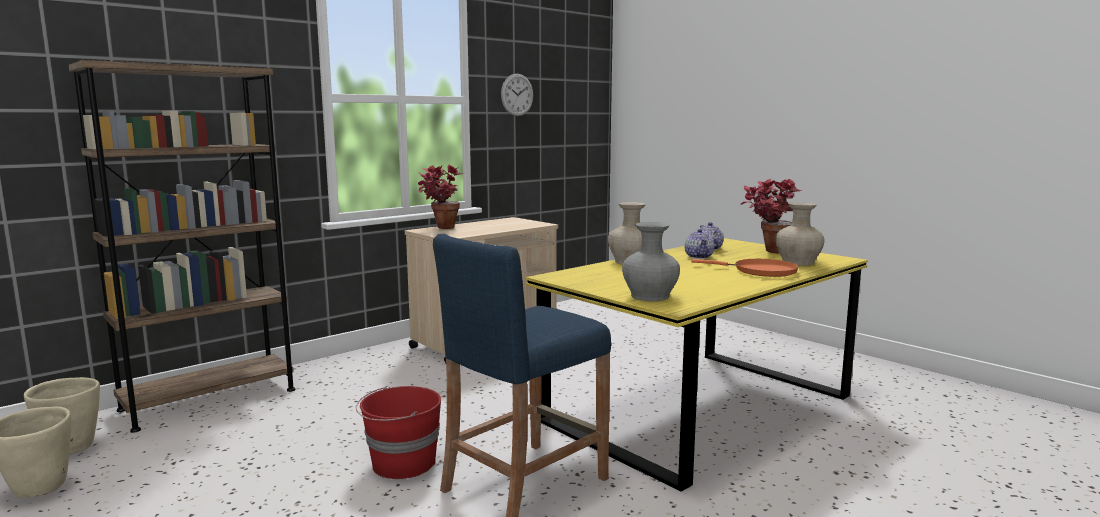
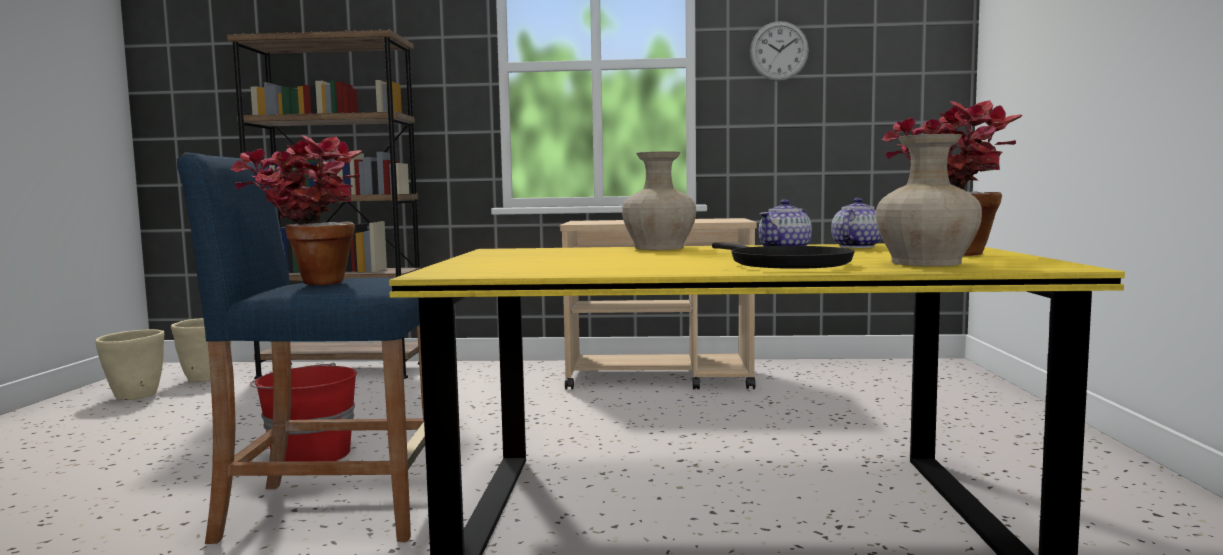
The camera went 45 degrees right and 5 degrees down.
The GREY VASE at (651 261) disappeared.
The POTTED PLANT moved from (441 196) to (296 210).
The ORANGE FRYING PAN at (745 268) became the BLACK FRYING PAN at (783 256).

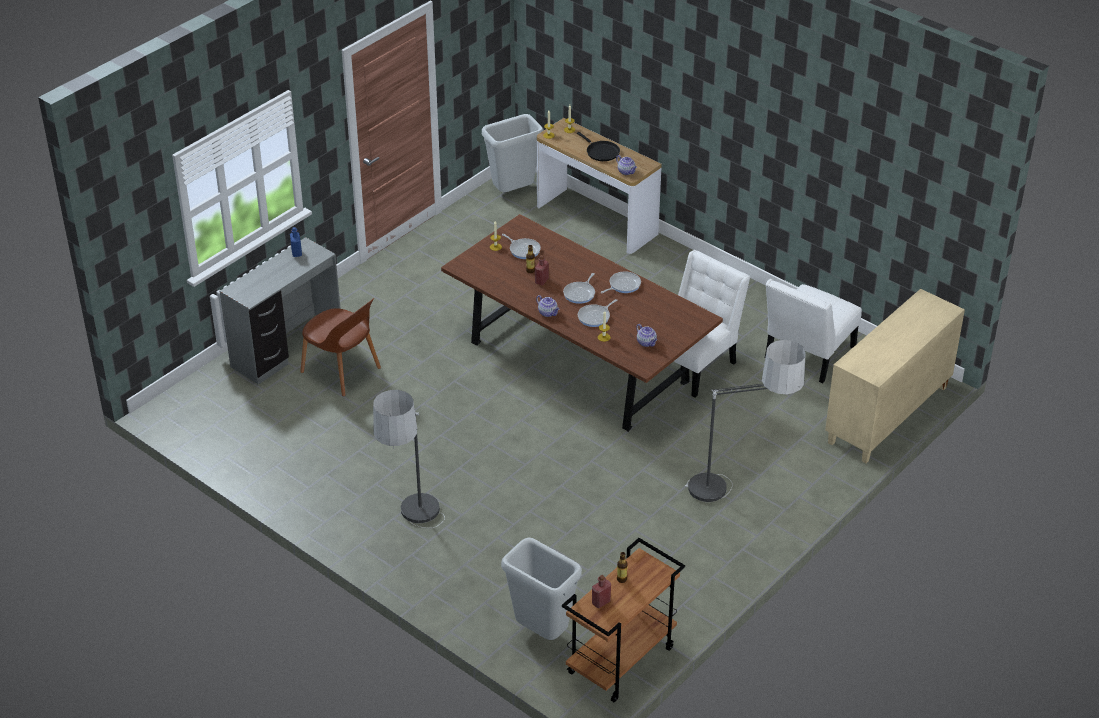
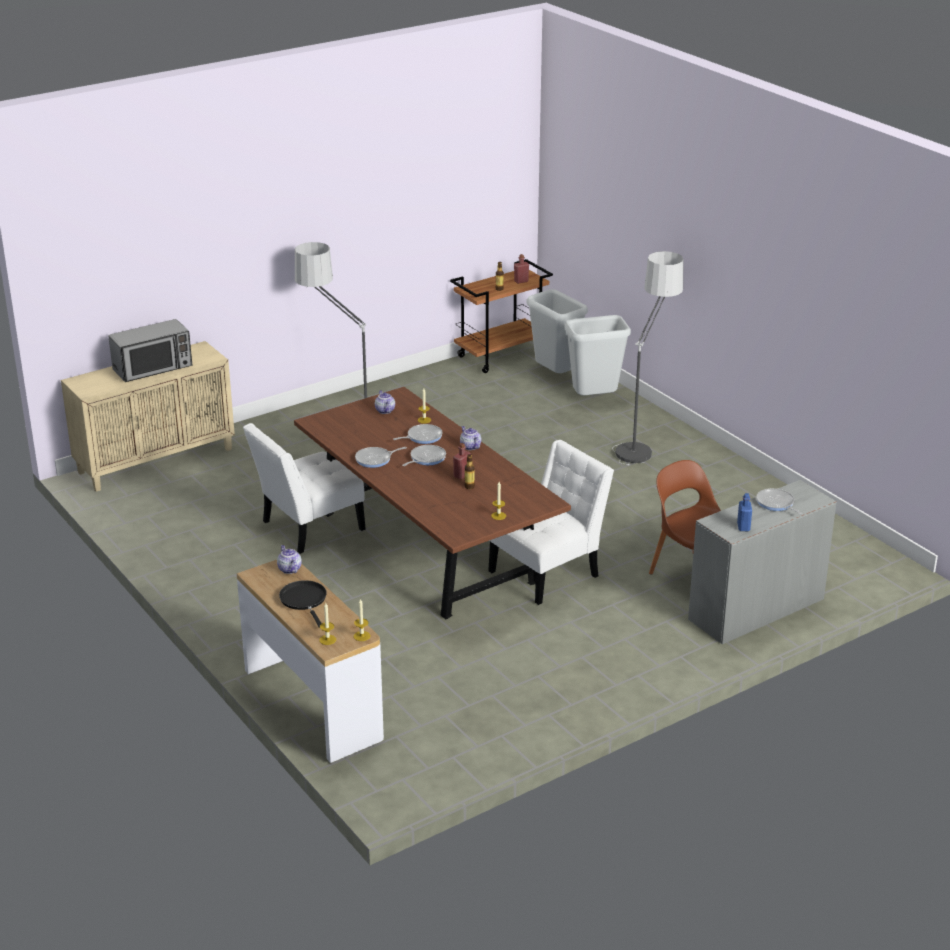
The camera went 165 degrees left and 10 degrees down.
The MICROWAVE at (150 350) appeared.
The GREY TRASH CAN moved from (513 153) to (597 355).
The FRYING PAN moved from (521 246) to (779 501).
The WHITE CHAIR moved from (813 331) to (551 522).

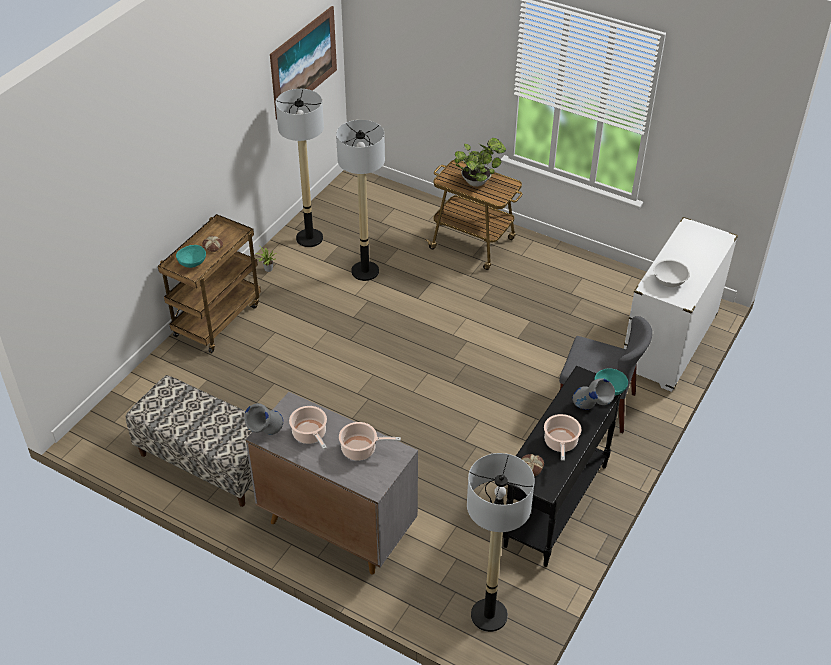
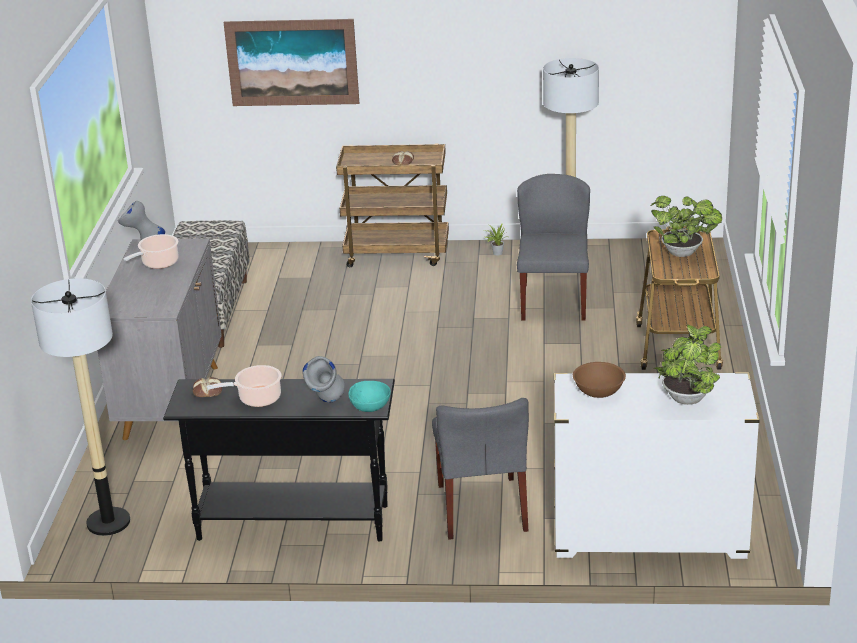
The camera went 65 degrees right and 15 degrees down.
The TURQUOISE BOWL at (191 256) disappeared.
The COOKING POT at (370 441) disappeared.
The POTTED PLANT at (687 365) appeared.
The PICTURE moved from (303 63) to (291 62).
The FLOOR LAMP at (360 200) was replaced by the GREY CHAIR at (553 247).
The WHITE BOWL at (671 273) became the BROWN BOWL at (599 380).

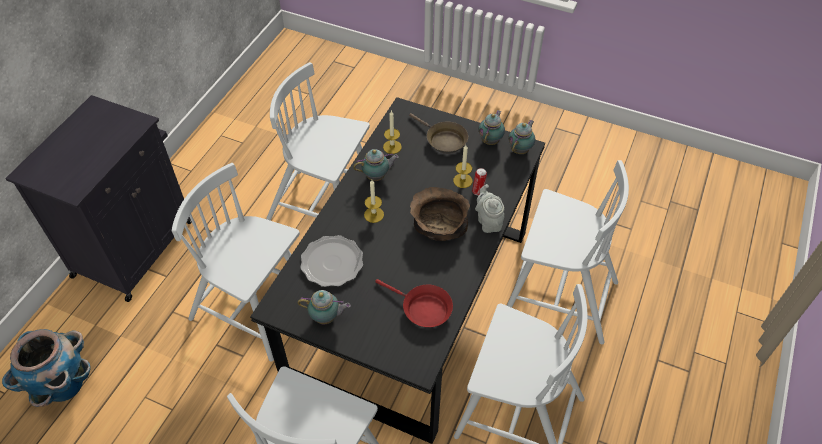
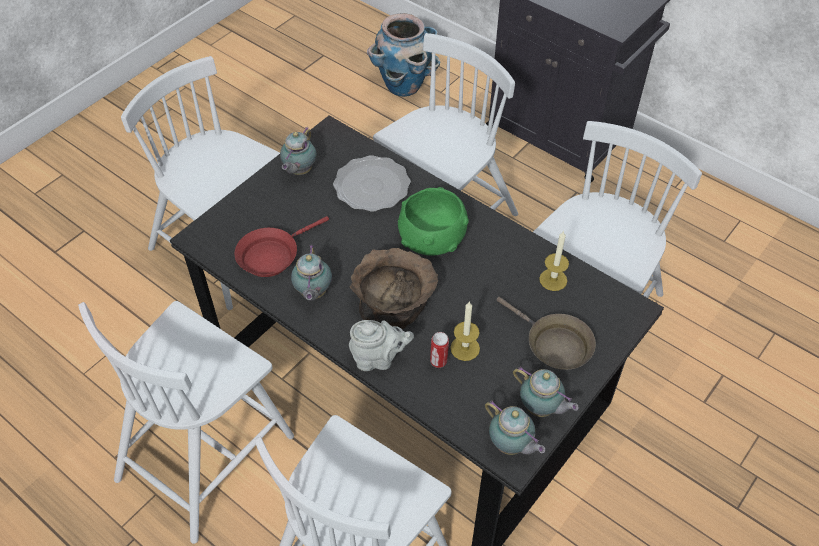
The camera went 105 degrees right and 0 degrees up.
The TEAPOT moved from (376 165) to (311 272).
The CANDLE at (374 201) was replaced by the GREEN BOWL at (433 221).
The BROWN FRYING PAN at (438 133) turned 105 degrees counterclockwise.

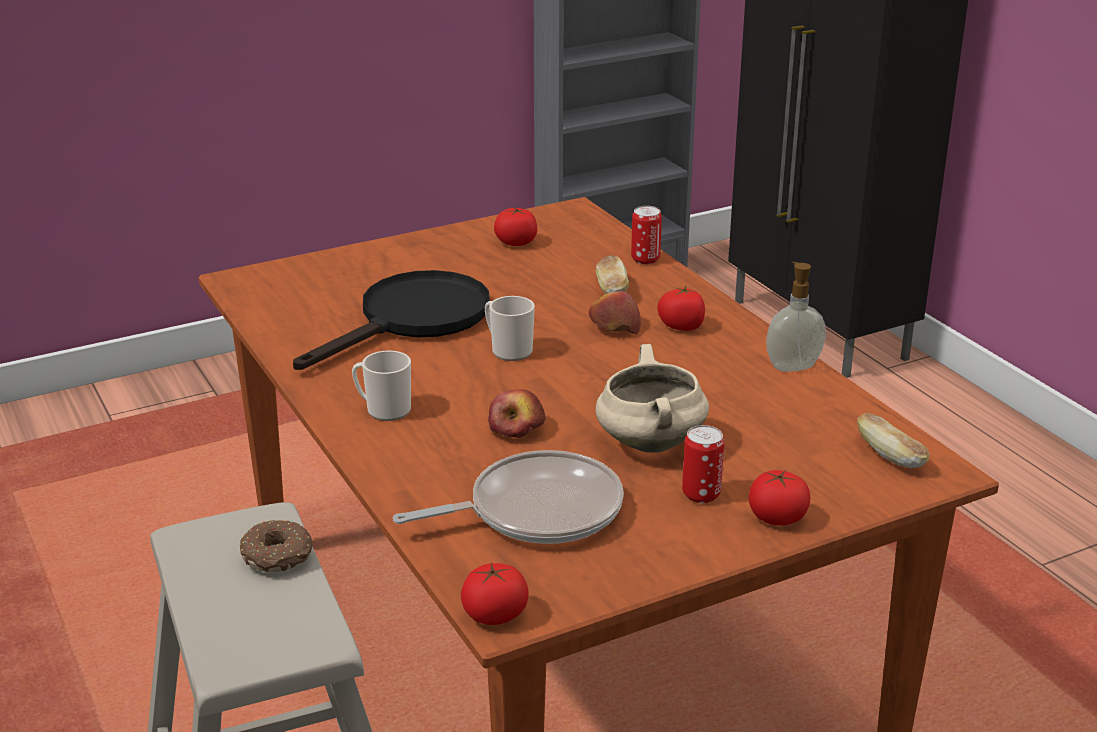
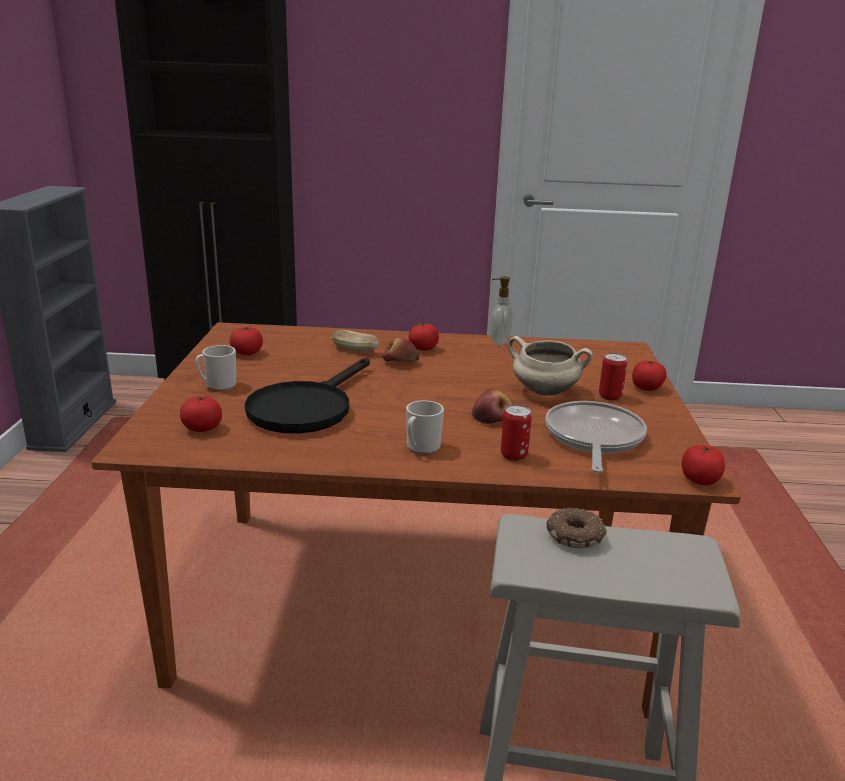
The camera went 60 degrees left and 5 degrees down.
The BREAD at (893 440) disappeared.
The TOMATO at (201 414) appeared.
The MUG moved from (510 328) to (215 368).
The CAN moved from (646 235) to (516 433).
The BLACK FRYING PAN at (391 320) turned 135 degrees counterclockwise.

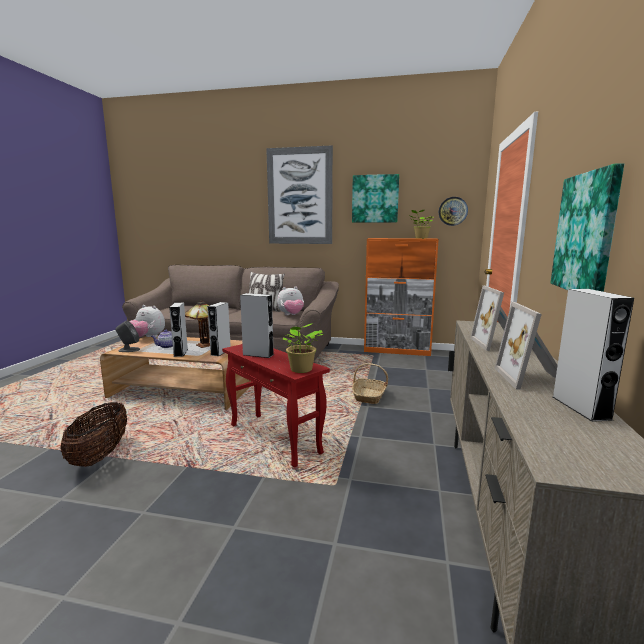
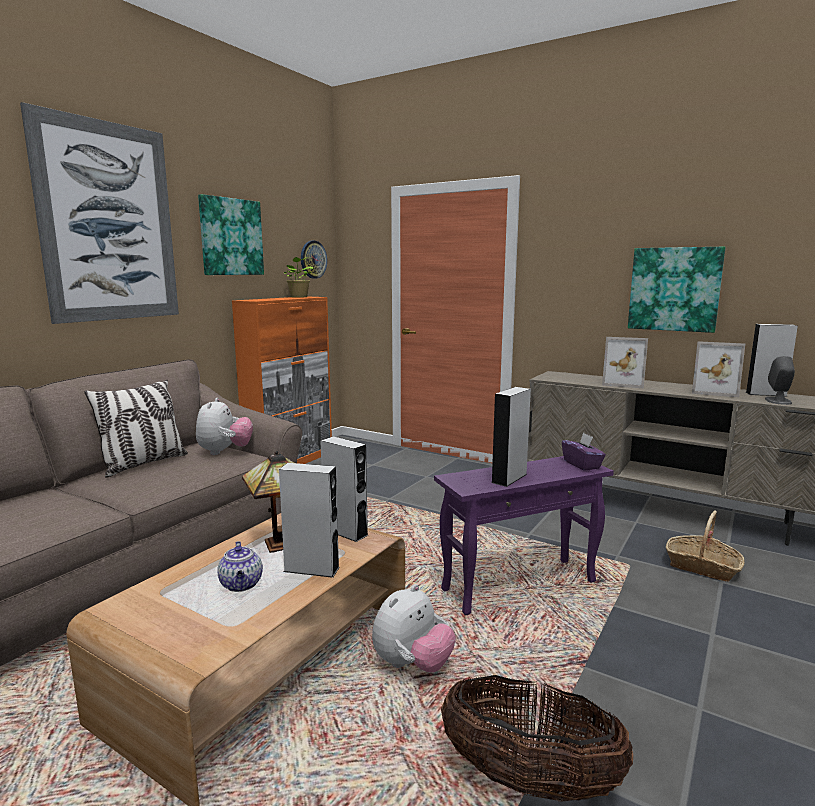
The camera went 70 degrees left and 0 degrees up.
The GREY SPEAKER moved from (128 336) to (780 380).
The PLUSH TOY moved from (147 321) to (414 628).
The BASKET moved from (370 383) to (705 546).
The POTTED PLANT at (303 348) was replaced by the PURPLE TISSUE BOX at (584 452).
The RED SIDE TABLE at (276 406) became the PURPLE SIDE TABLE at (524 535).

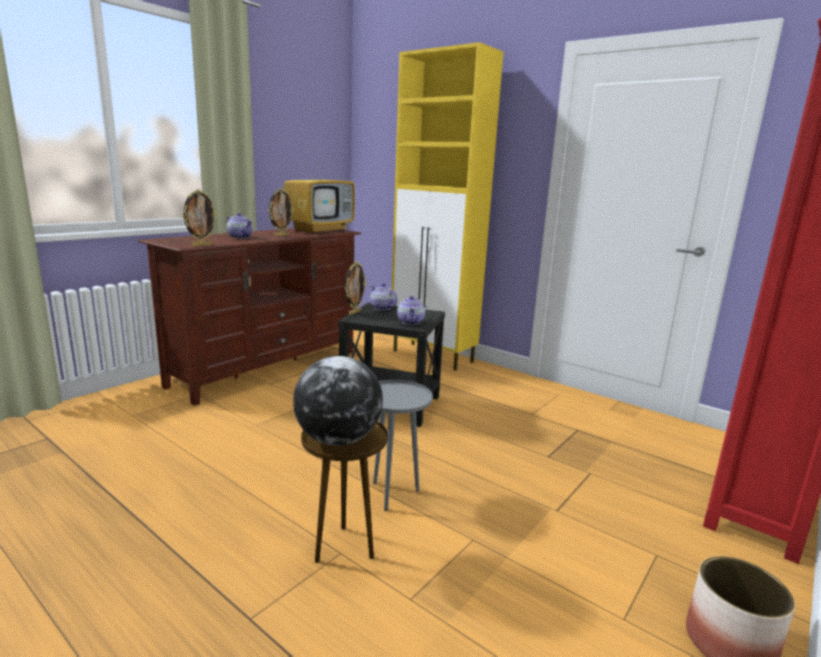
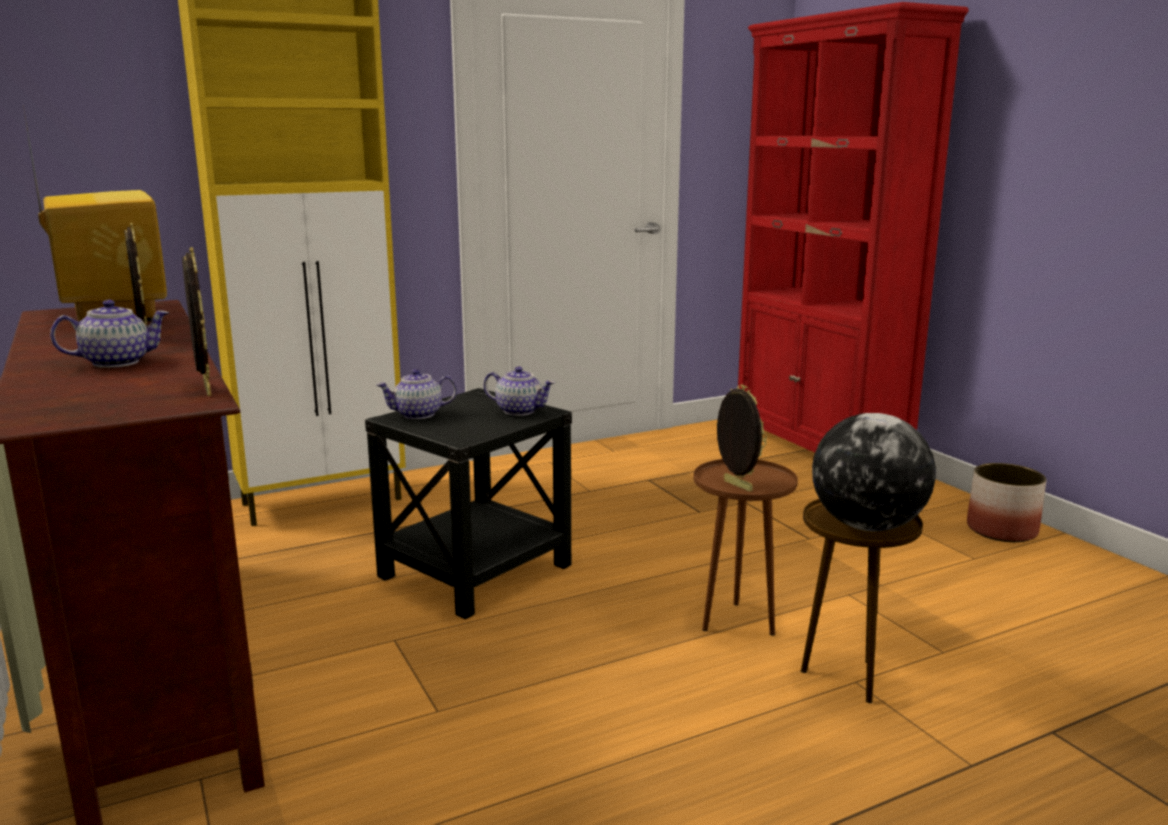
The camera went 65 degrees left and 0 degrees up.
The PICTURE FRAME moved from (355 288) to (741 438).
The GREY SIDE TABLE at (403 445) became the BROWN SIDE TABLE at (746 547).

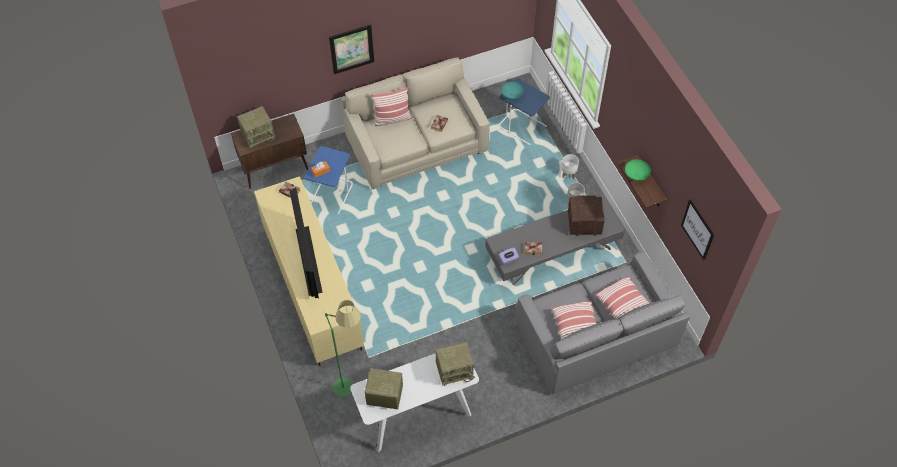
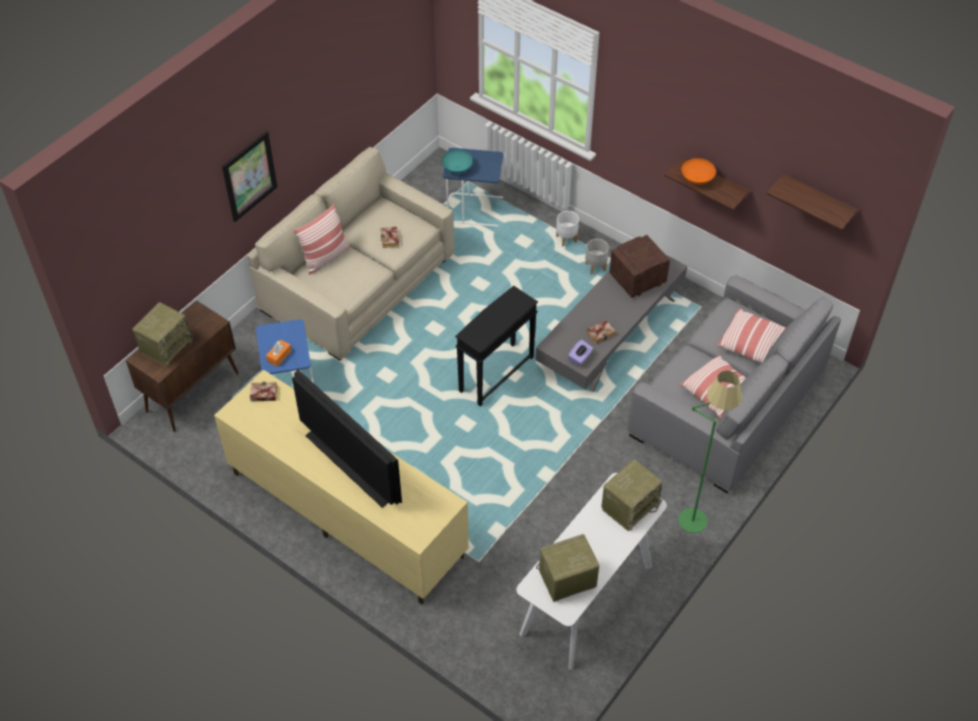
The camera went 30 degrees left and 5 degrees down.
The BLACK SIDE TABLE at (496 346) appeared.
The GREEN FLOOR LAMP moved from (343 348) to (710 451).
The PICTURE at (697 229) was replaced by the SHELF at (812 202).
The GREEN BOWL at (638 170) became the ORANGE BOWL at (698 171).

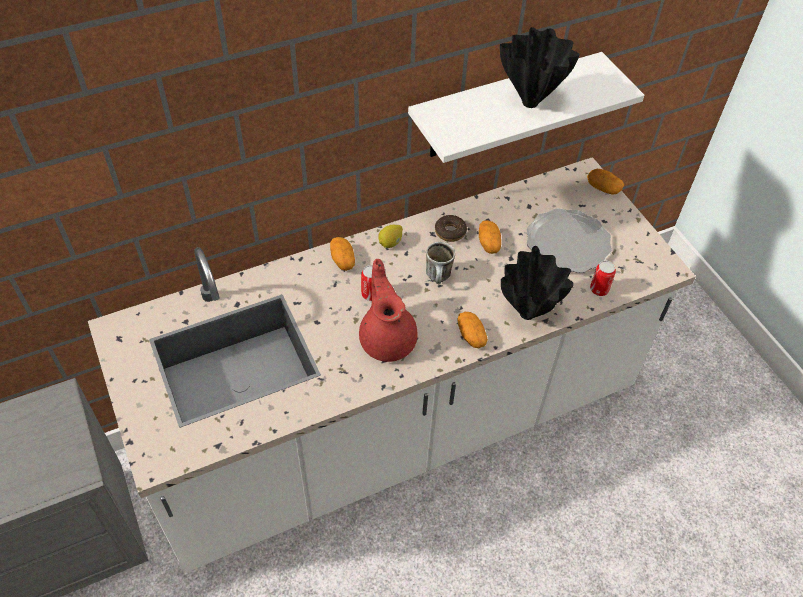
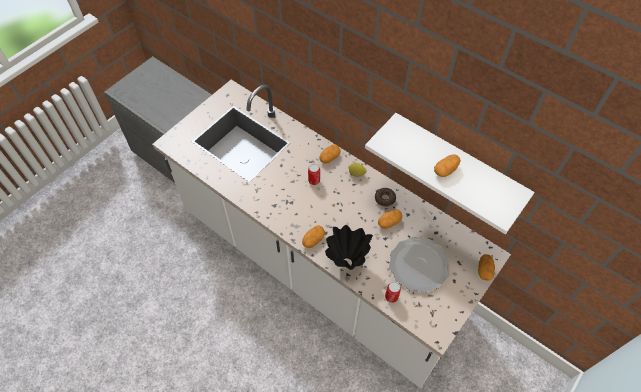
The camera went 65 degrees right and 5 degrees up.
The RED TEAPOT at (388 310) disappeared.
The MUG at (440 263) disappeared.
The BLACK VASE at (540 67) was replaced by the POTATO at (447 166).

